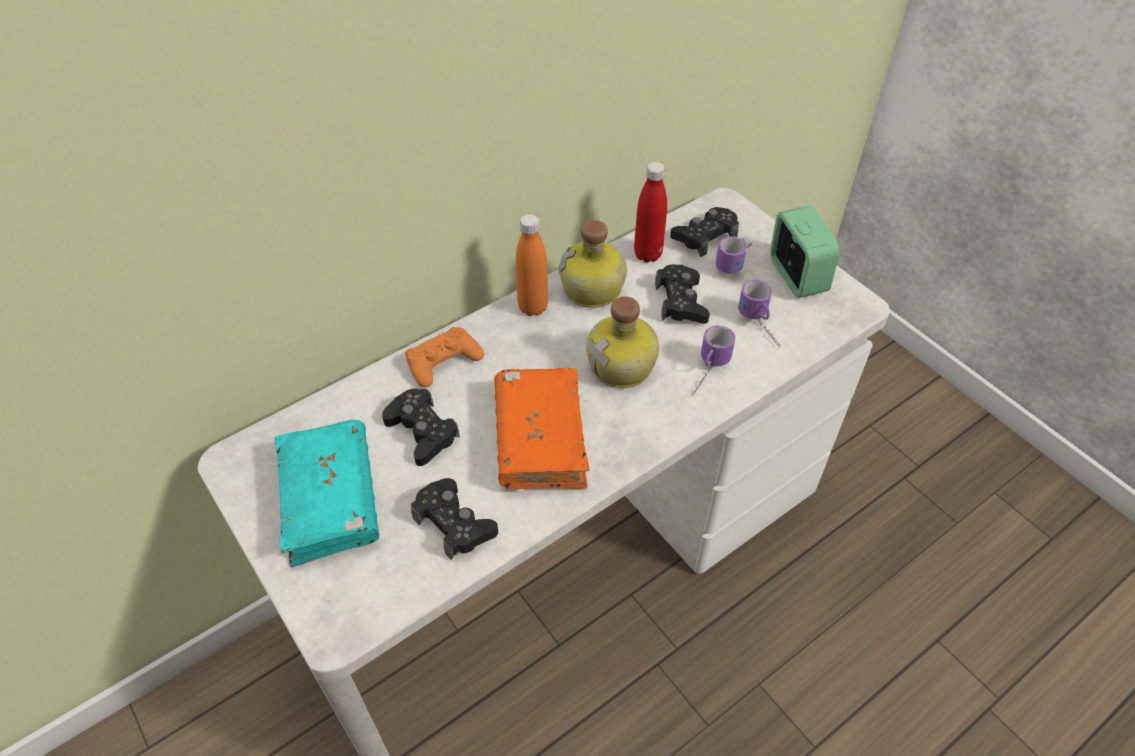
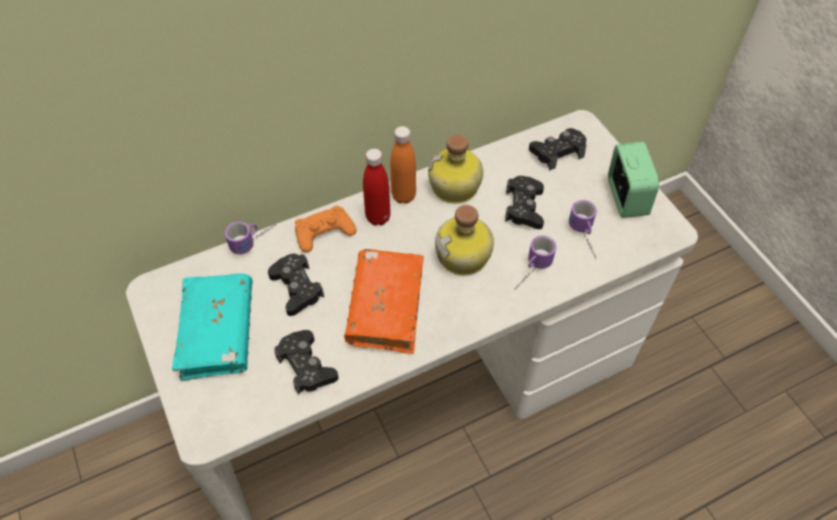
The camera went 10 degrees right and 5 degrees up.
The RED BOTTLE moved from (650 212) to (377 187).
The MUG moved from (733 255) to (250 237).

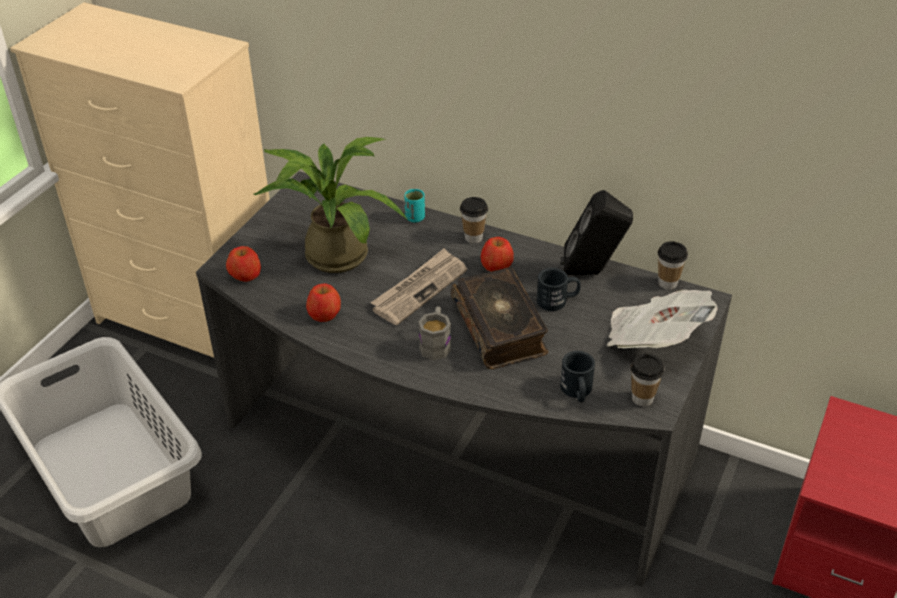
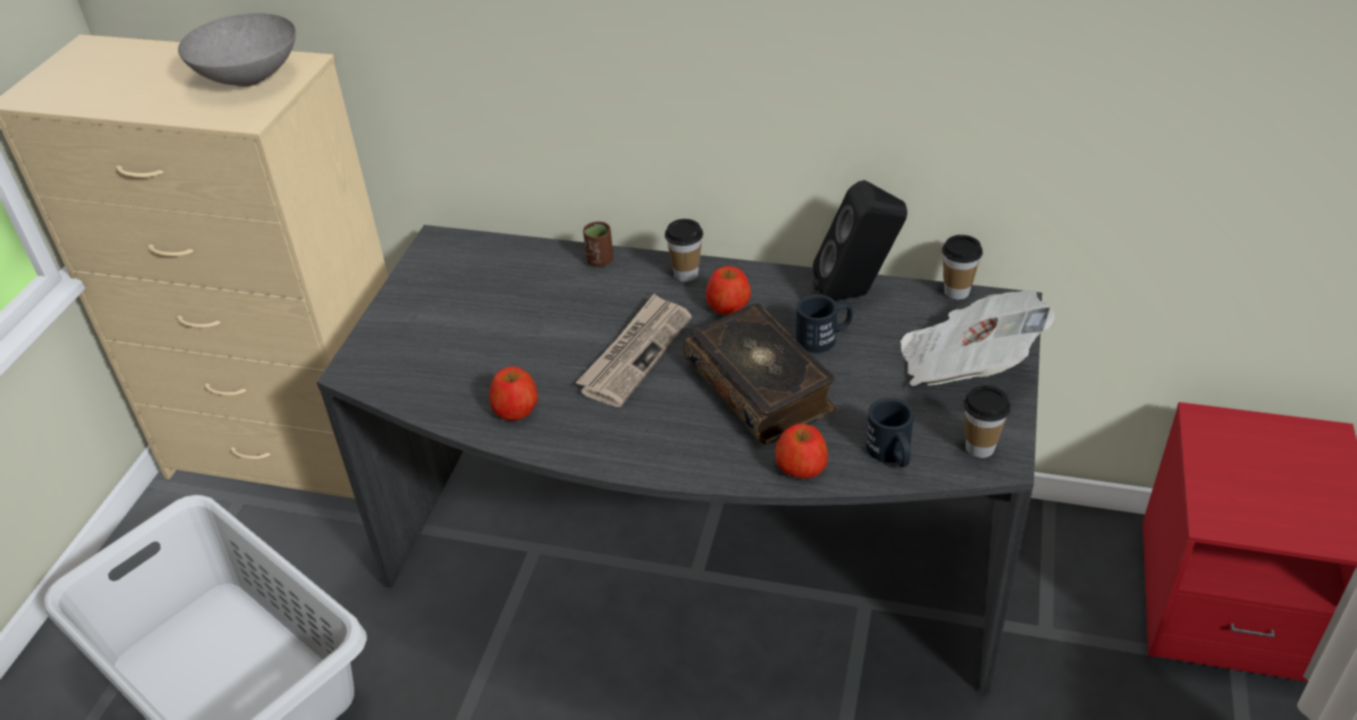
The camera went 10 degrees left and 0 degrees up.
The POTTED PLANT at (330 205) disappeared.
The GREY MUG at (434 333) disappeared.
The GREY BOWL at (237 50) appeared.
The APPLE moved from (243 264) to (801 451).
The TURQUOISE CUP at (414 205) became the BROWN CUP at (598 244).

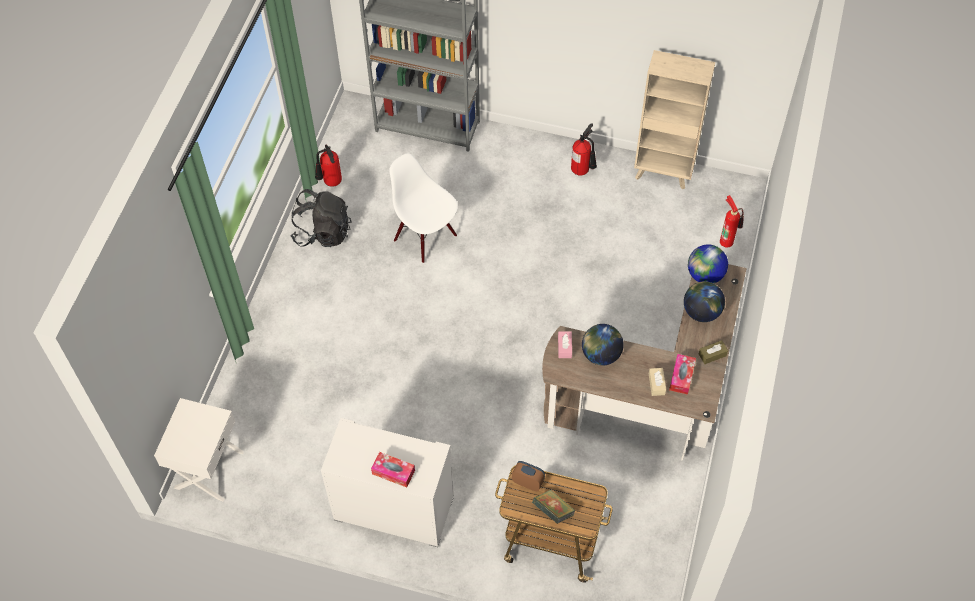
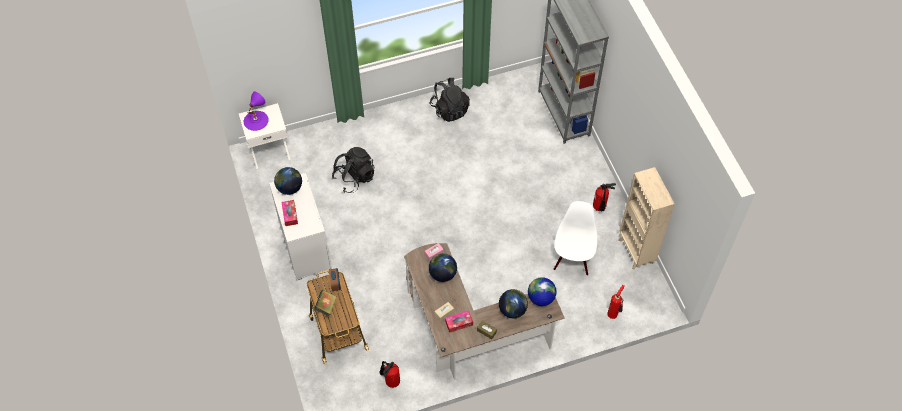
The camera went 55 degrees right and 0 degrees up.
The PURPLE TABLE LAMP at (256 111) appeared.
The GLOBE at (288 181) appeared.
The BLACK BACKPACK at (353 170) appeared.
The FIRE EXTINGUISHER moved from (328 166) to (389 374).
The WHITE CHAIR moved from (423 208) to (575 238).

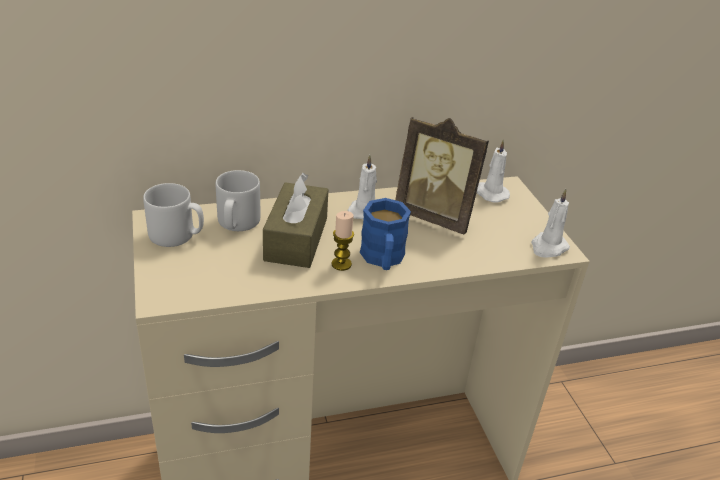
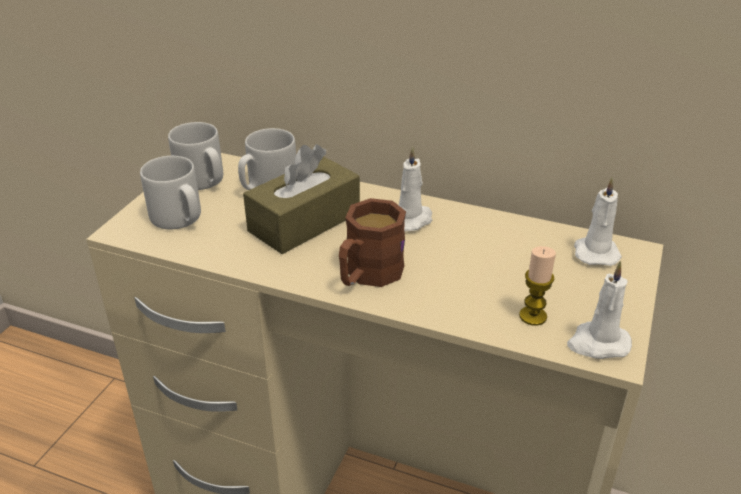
The camera went 40 degrees right and 0 degrees up.
The PICTURE FRAME at (442 176) disappeared.
The GREY MUG at (170 192) appeared.
The CANDLE moved from (342 241) to (537 286).
The BLUE MUG at (385 234) became the BROWN MUG at (372 242).

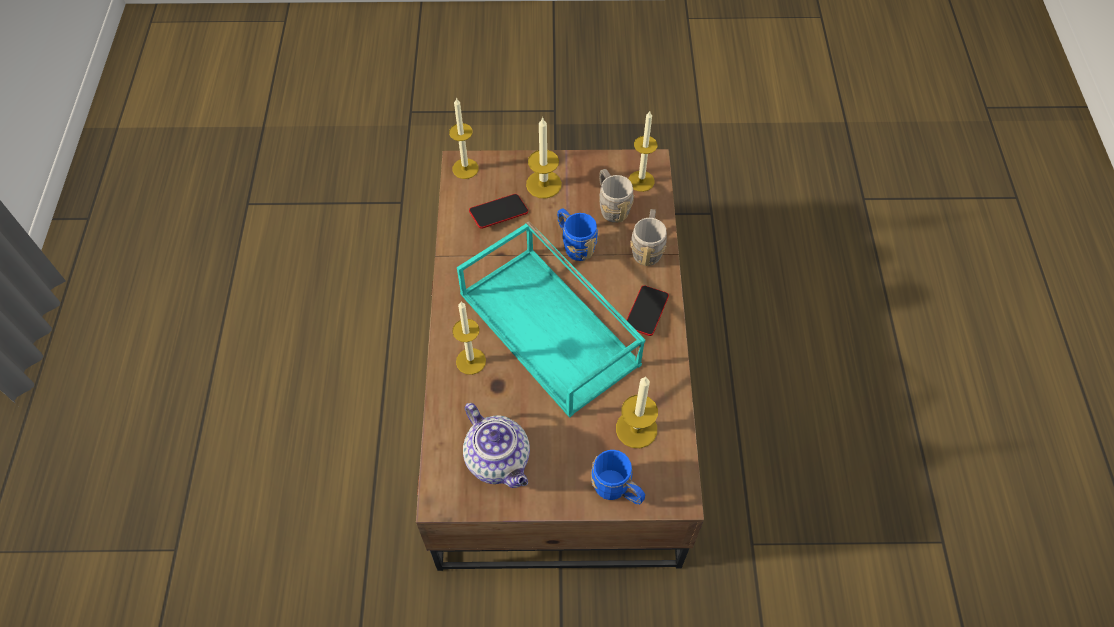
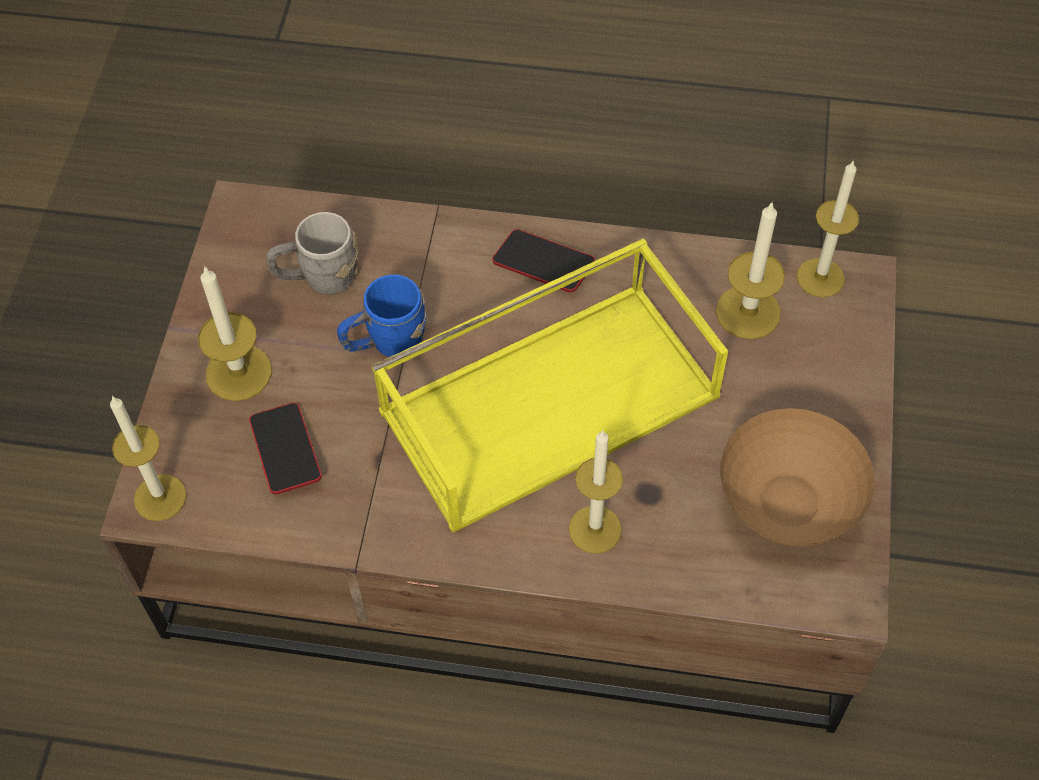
The camera went 80 degrees left and 0 degrees up.
The BLUE MUG at (618 477) disappeared.
The GREY MUG at (648 237) disappeared.
The CANDLE moved from (643 151) to (828 228).
The TEAPOT at (496 445) was replaced by the BROWN BOWL at (797 477).
The TURQUOISE TRAY at (551 319) became the YELLOW TRAY at (550 385).

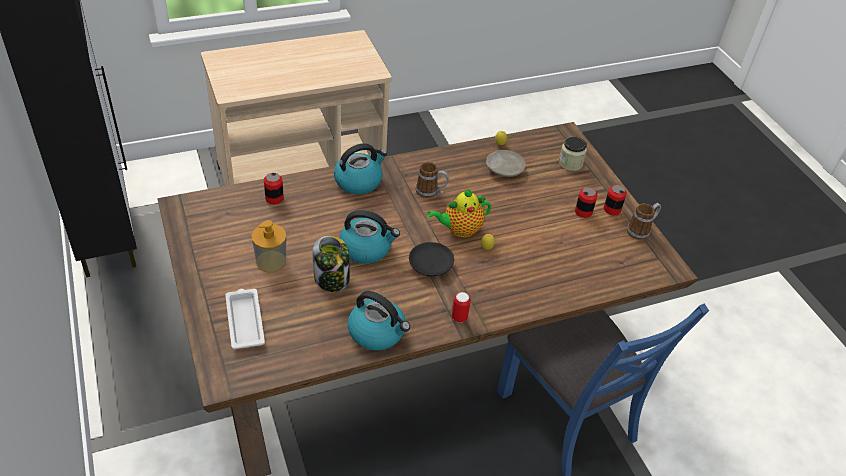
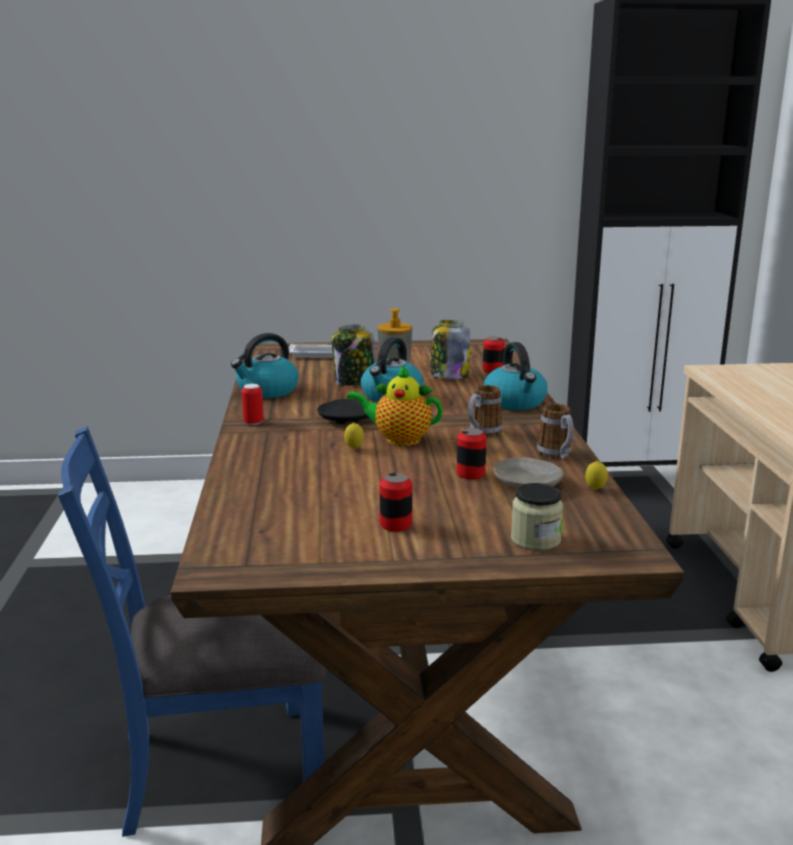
The camera went 110 degrees right and 25 degrees down.
The JAR at (450 349) appeared.
The CAN moved from (615 200) to (472 453).
The MUG moved from (644 221) to (555 431).
The TEAPOT at (459 213) turned 75 degrees counterclockwise.

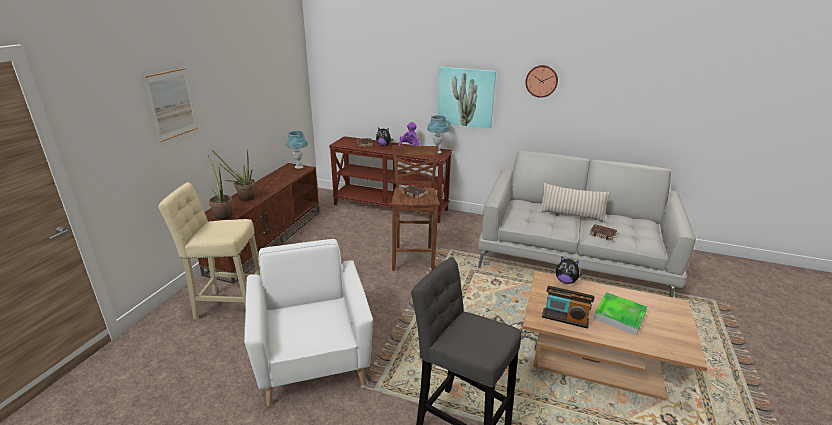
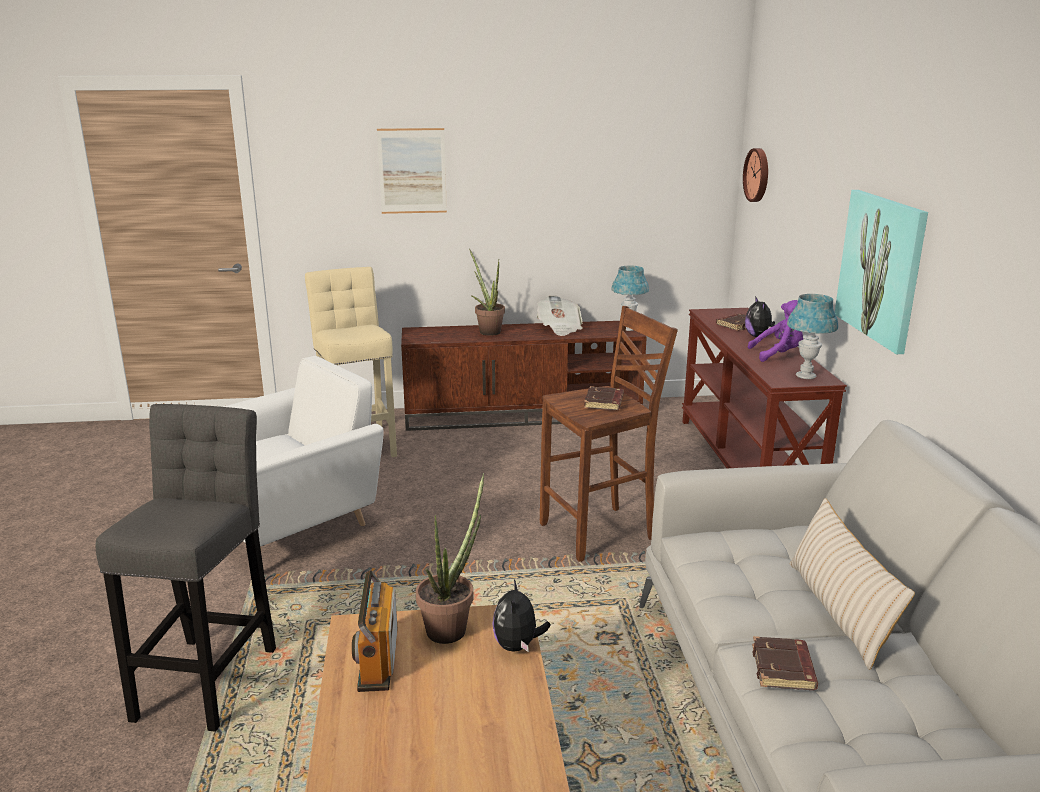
The camera went 65 degrees right and 5 degrees down.
The TRAY at (620 313) disappeared.
The NEWSPAPER at (560 315) appeared.
The POTTED PLANT moved from (220 187) to (450 558).
The WALL CLOCK moved from (542 81) to (755 175).

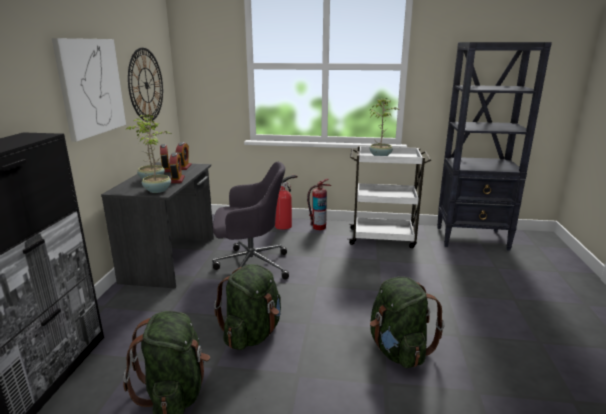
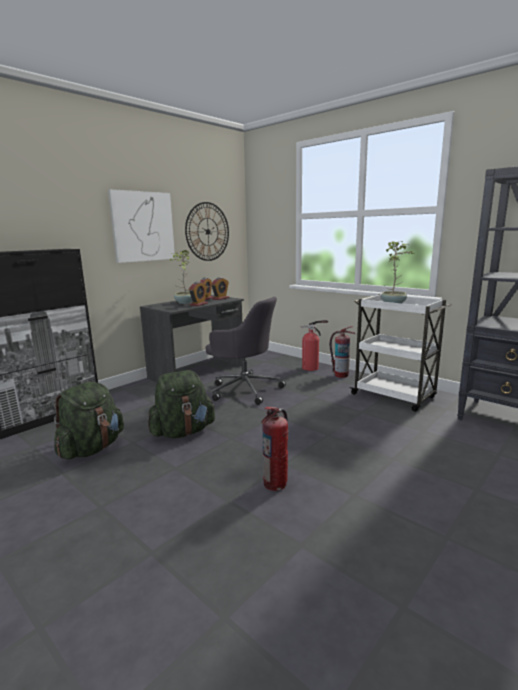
The camera went 35 degrees right and 5 degrees down.
The POTTED PLANT at (153 156) disappeared.
The GREEN BACKPACK at (407 322) was replaced by the FIRE EXTINGUISHER at (274 448).

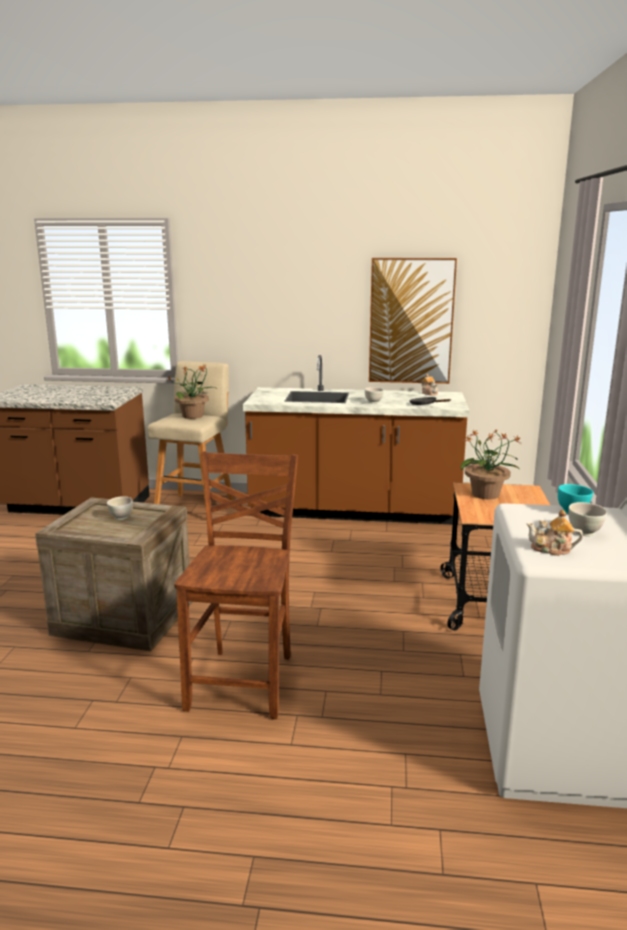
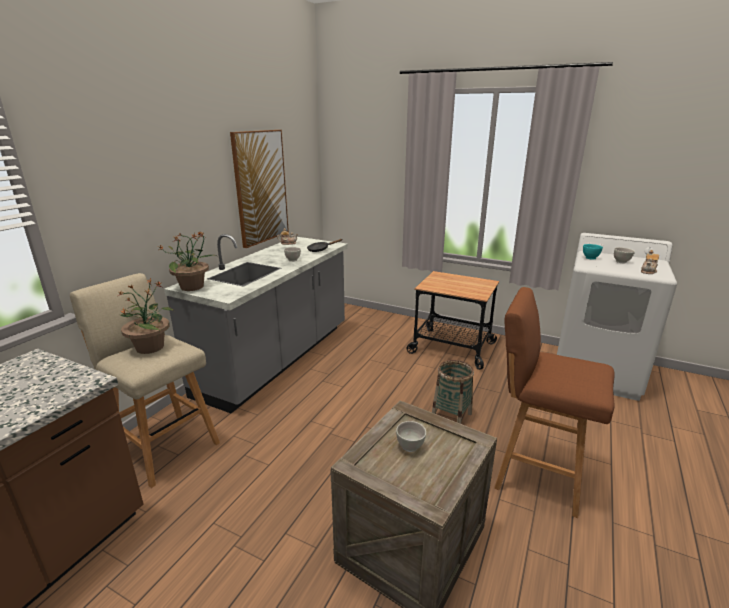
The camera went 70 degrees left and 5 degrees up.
The BASKET at (453 392) appeared.
The POTTED PLANT moved from (491 464) to (187 261).
The BROWN CHAIR at (236 585) was replaced by the BROWN STOOL at (554 402).
The BROWN COUNTER at (356 440) became the GREY COUNTER at (256 323).

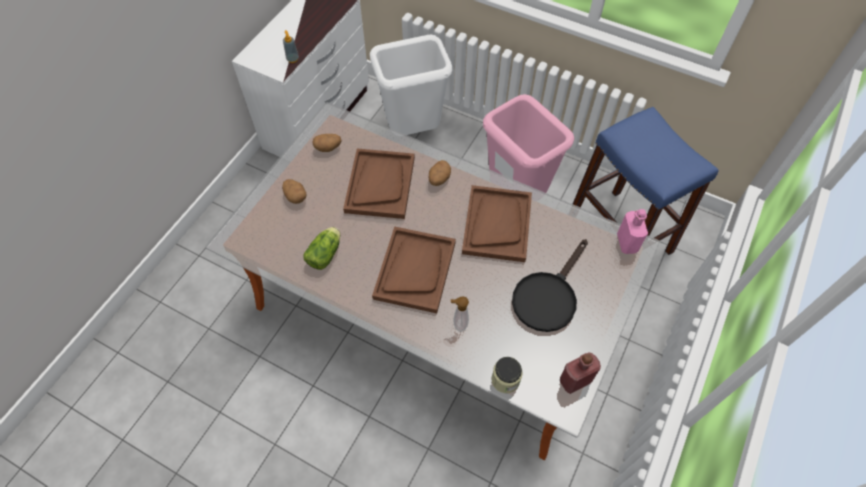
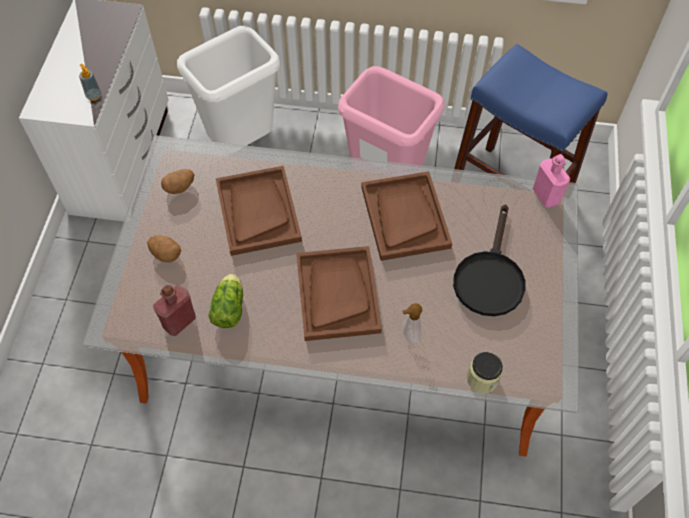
The camera went 20 degrees left and 0 degrees up.
The POTATO at (440 173) disappeared.
The RED BOTTLE moved from (580 373) to (174 310).

